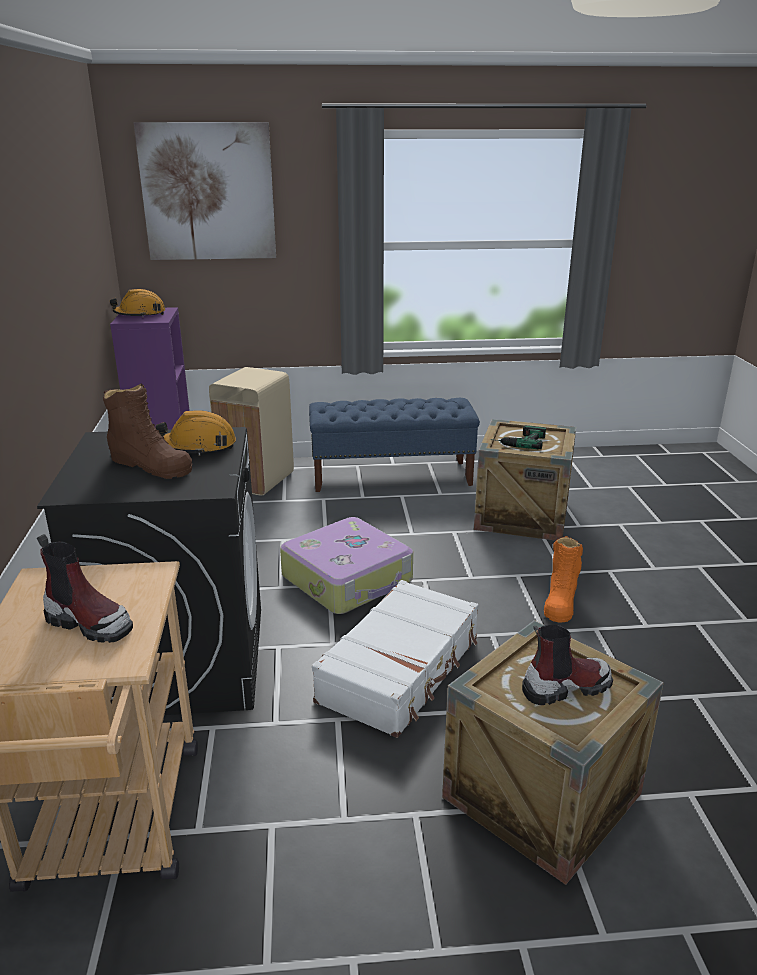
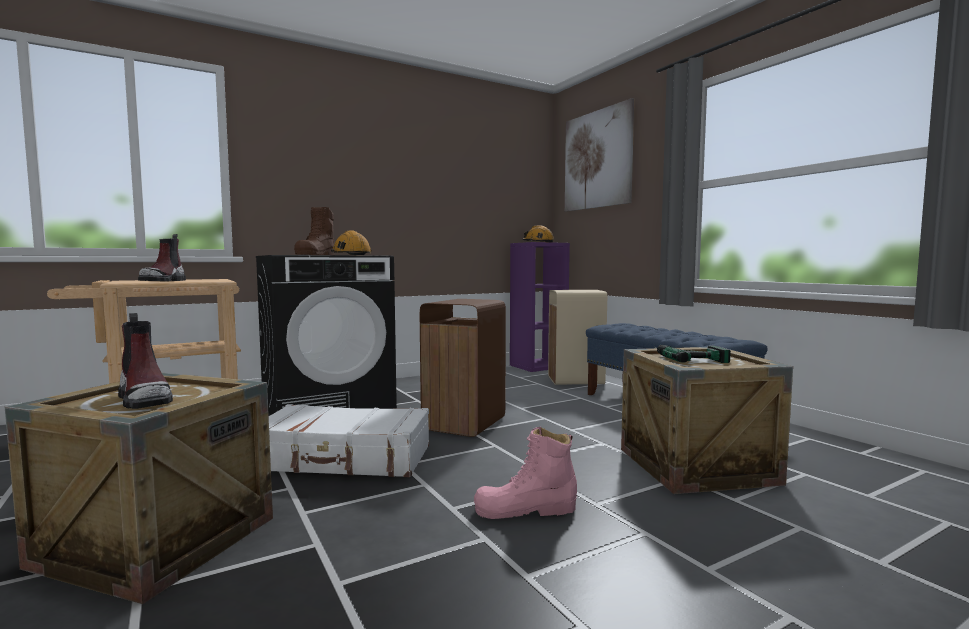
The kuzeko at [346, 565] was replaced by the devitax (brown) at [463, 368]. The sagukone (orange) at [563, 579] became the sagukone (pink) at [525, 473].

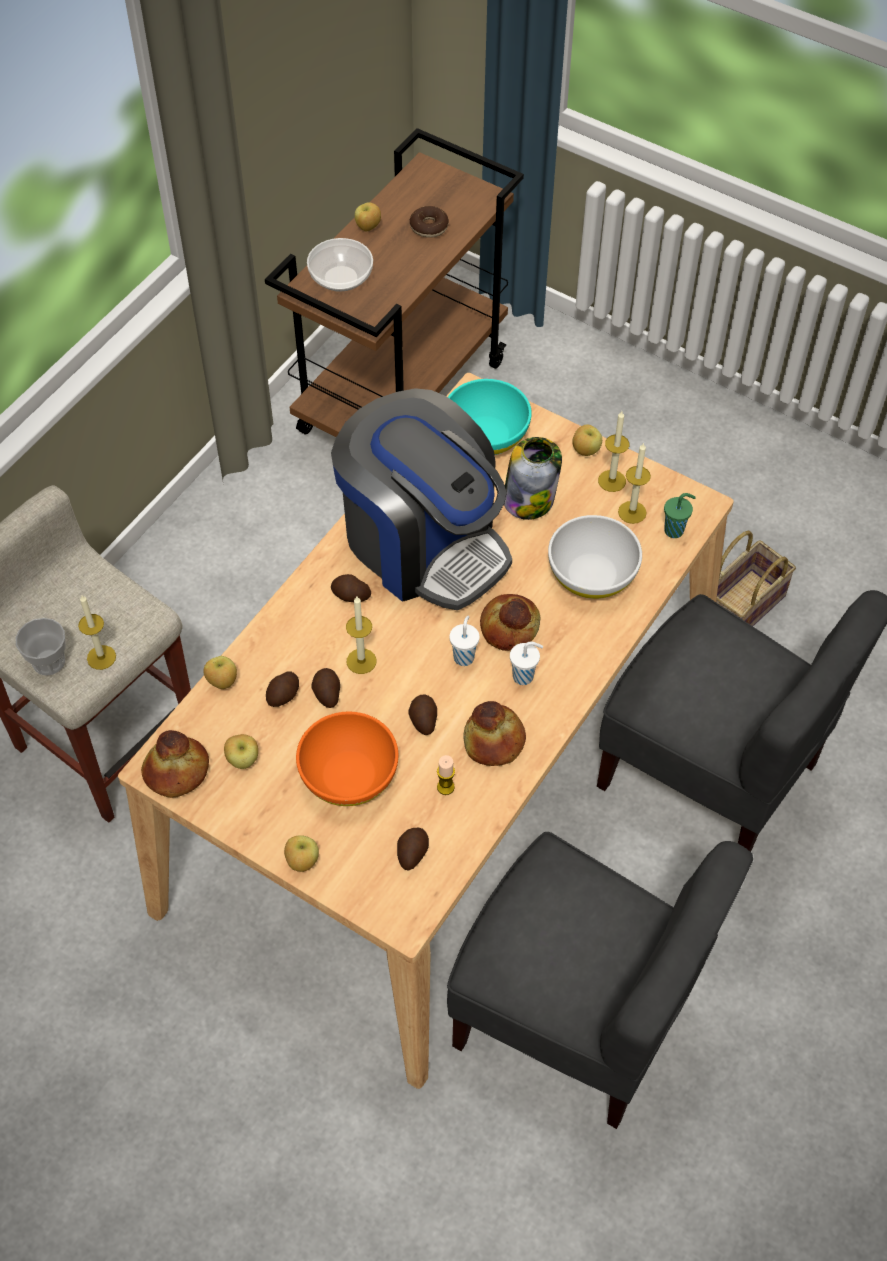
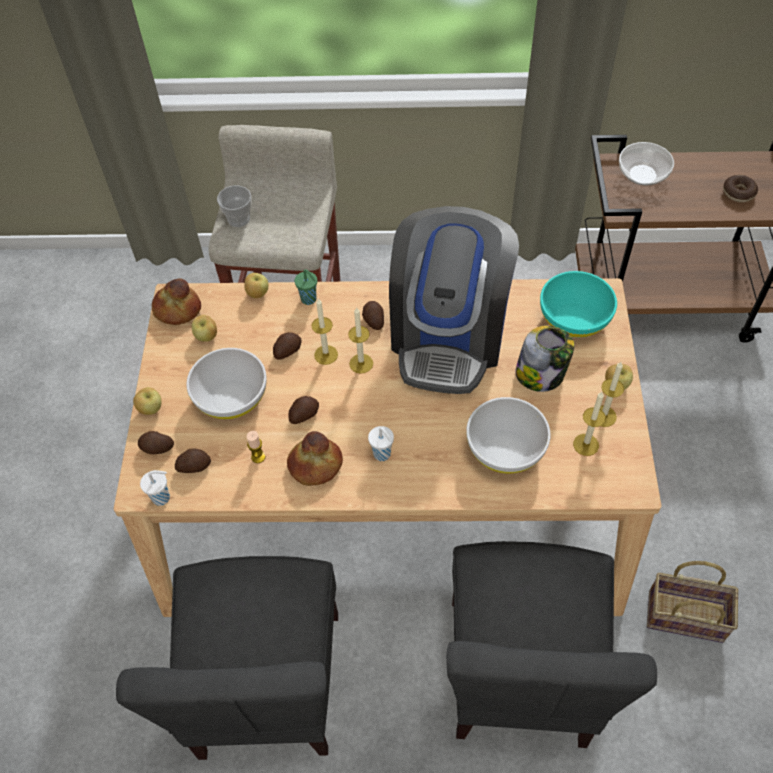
The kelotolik moved from [97, 632] to [360, 340]. The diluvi moved from [282, 689] to [156, 442]. The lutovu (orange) at [347, 759] became the lutovu (white) at [226, 383]. The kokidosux at [368, 216] disappeared. The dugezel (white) moved from [465, 640] to [155, 488]. The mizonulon at [510, 622] disappeared. The dugezel (green) moved from [680, 515] to [306, 287].

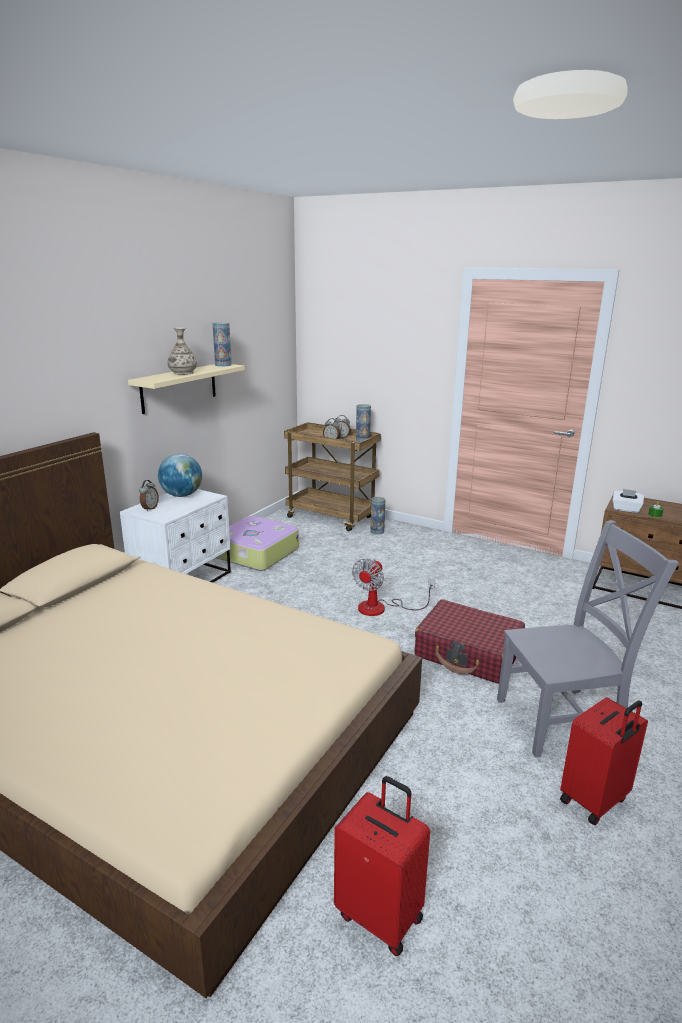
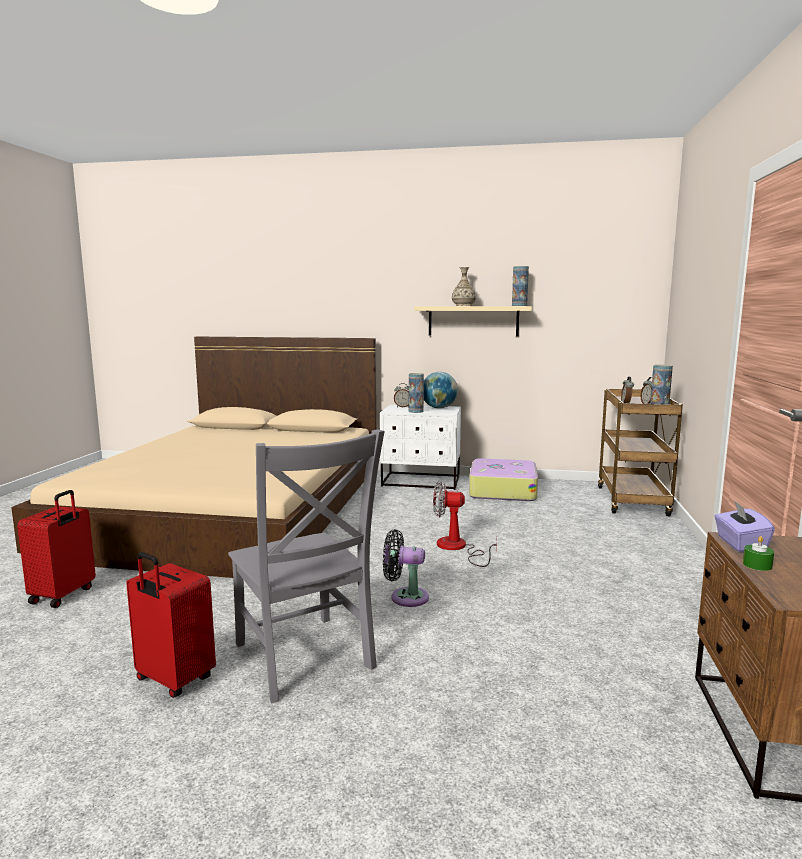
The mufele moved from [377, 516] to [416, 393]. The kuzeko (red) at [469, 641] was replaced by the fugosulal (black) at [406, 568]. The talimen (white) at [628, 501] became the talimen (purple) at [744, 526].

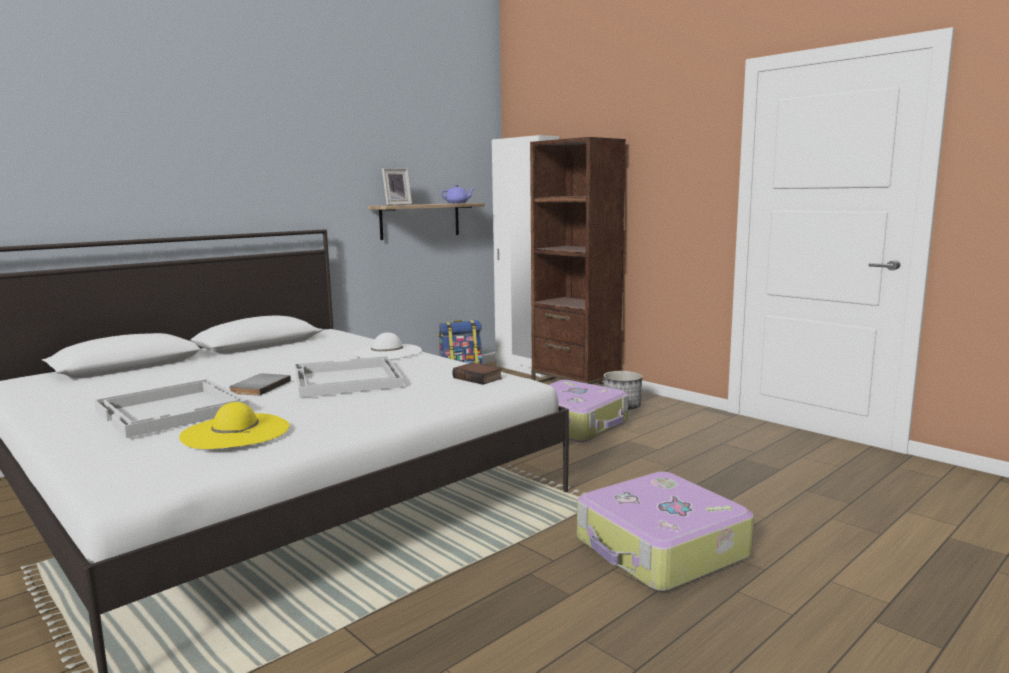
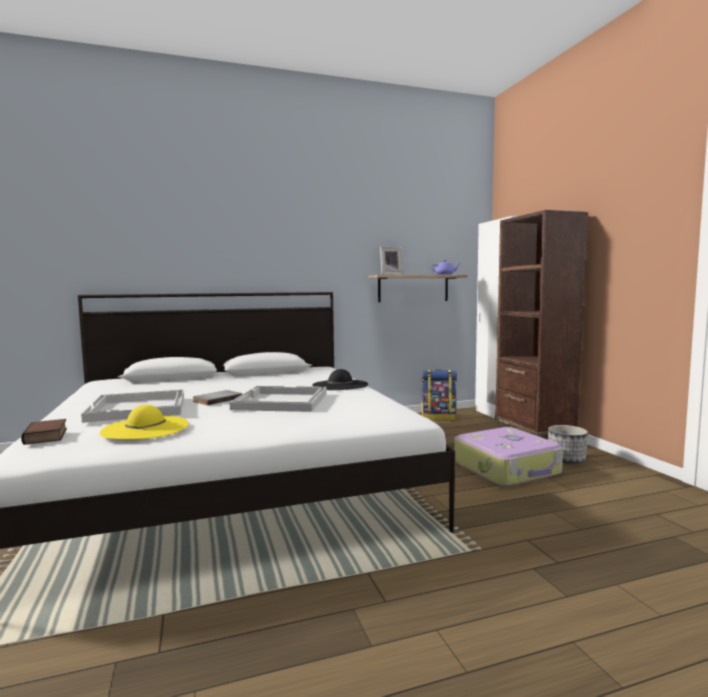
The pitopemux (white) at [387, 345] became the pitopemux (black) at [340, 379]. The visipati moved from [477, 374] to [44, 432]. The kuzeko at [665, 532] disappeared.

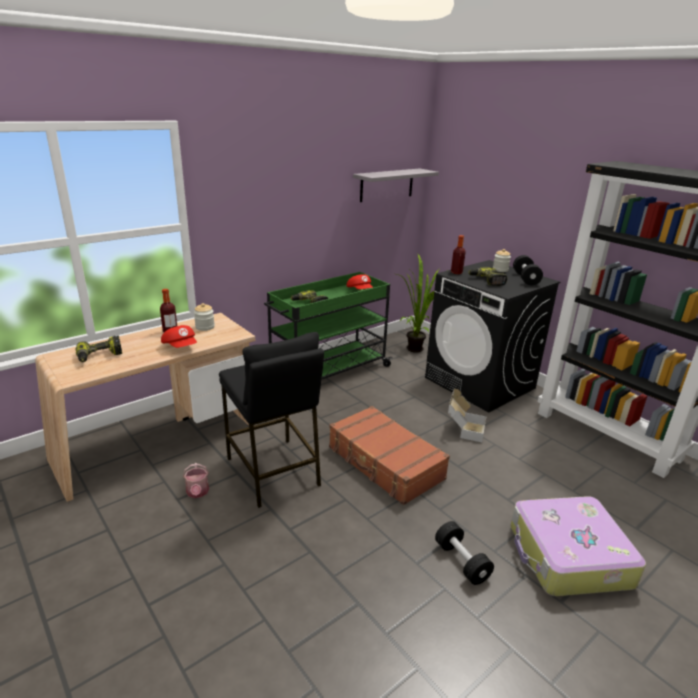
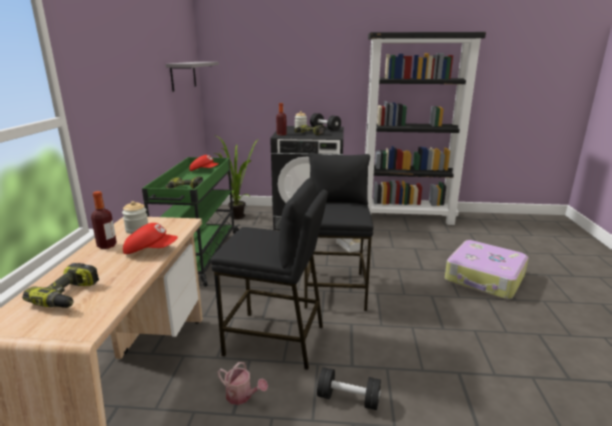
The kuzeko (brown) at [389, 455] was replaced by the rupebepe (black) at [339, 231]. The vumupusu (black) moved from [464, 553] to [349, 388].

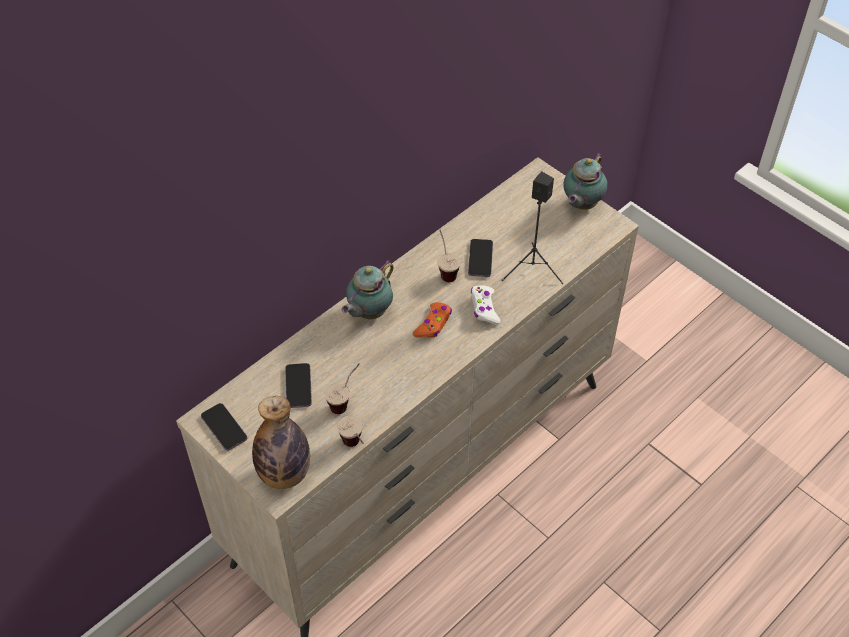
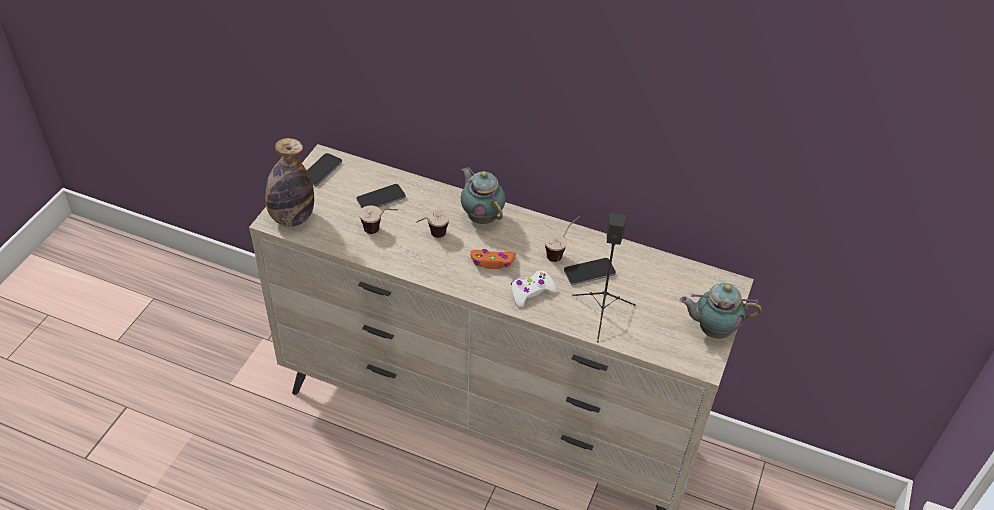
The dugezel moved from [350, 431] to [433, 223]. The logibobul at [368, 289] turned 45 degrees clockwise.

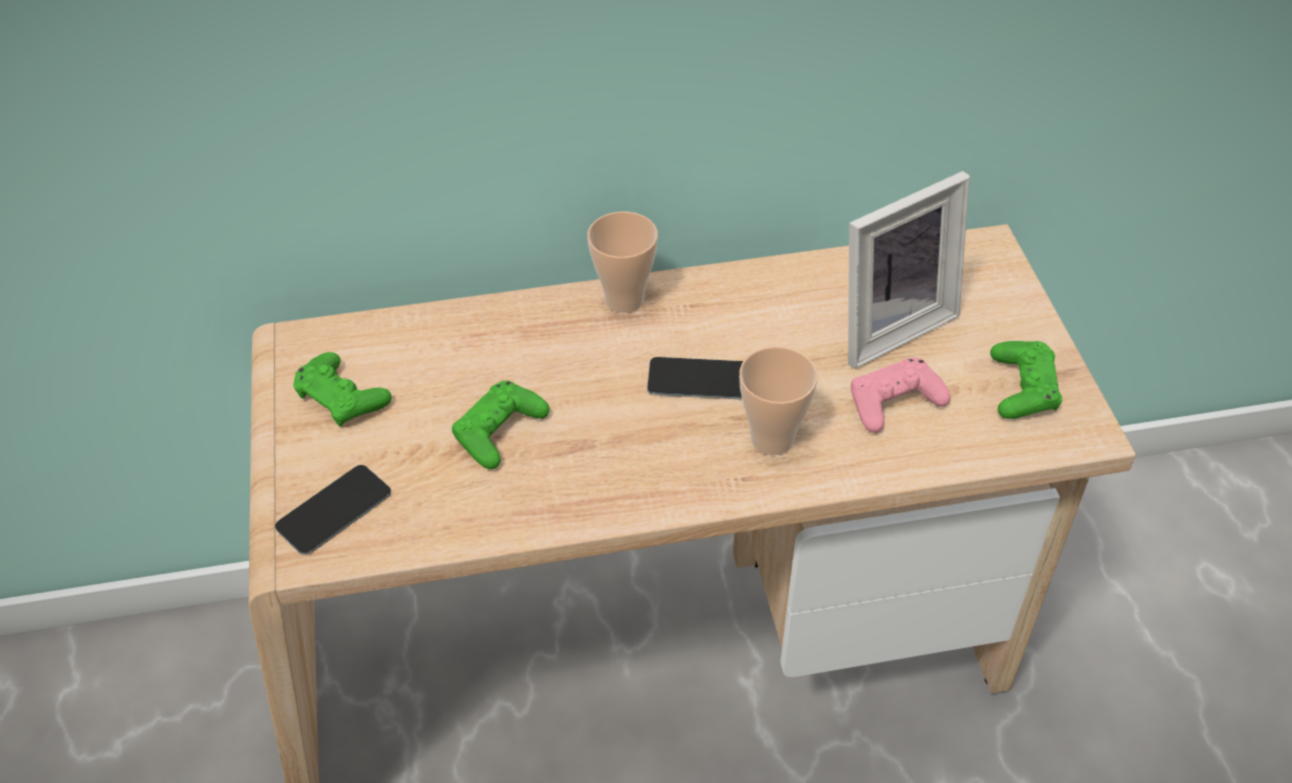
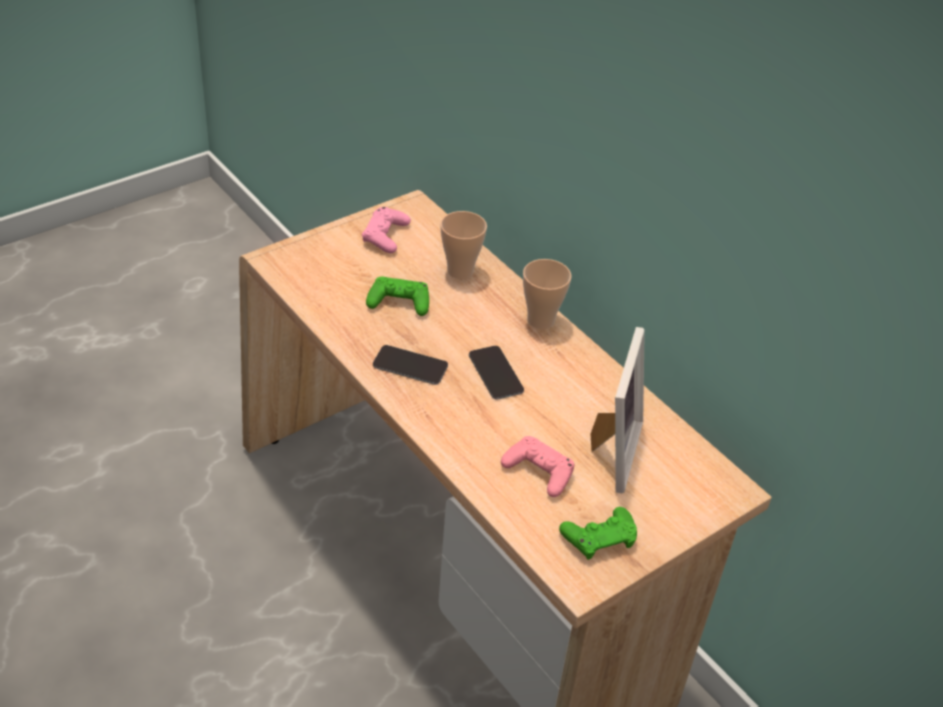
The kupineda moved from [333, 510] to [410, 365]. The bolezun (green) at [342, 389] became the bolezun (pink) at [386, 230]. The dugezel moved from [778, 401] to [463, 245]. The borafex at [909, 270] turned 105 degrees counterclockwise.

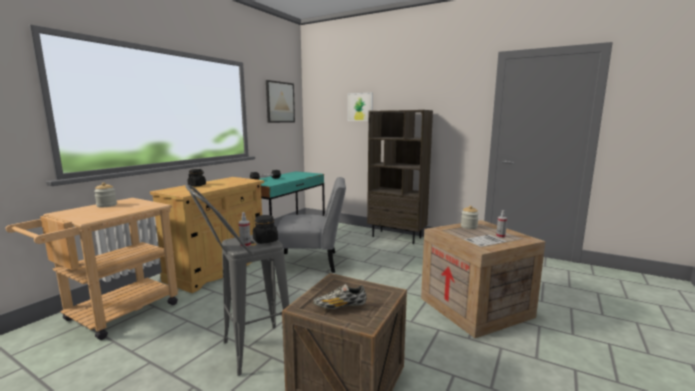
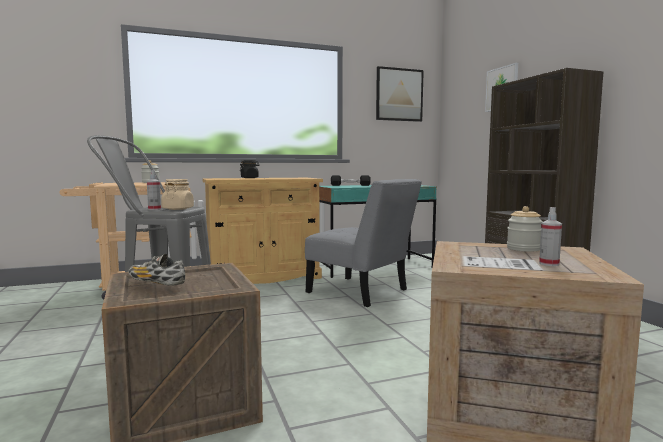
The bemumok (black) at [265, 229] became the bemumok (beige) at [177, 194].

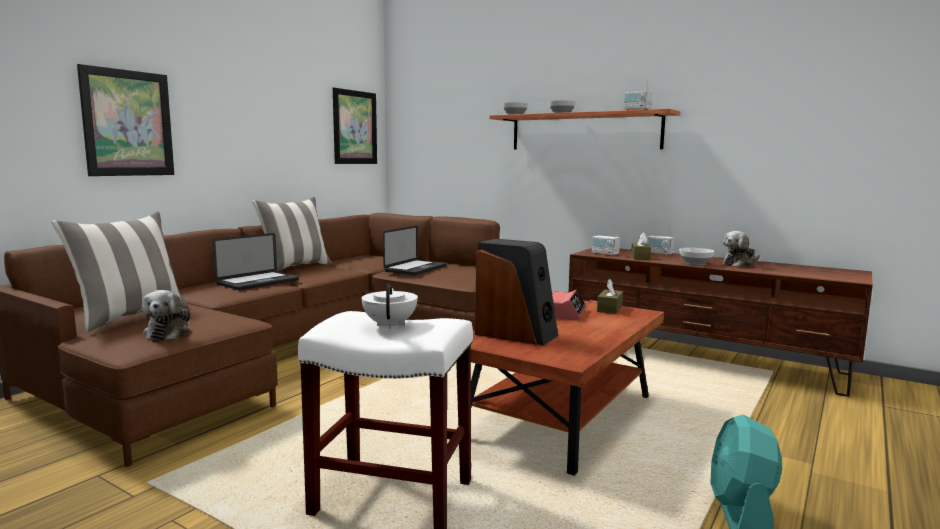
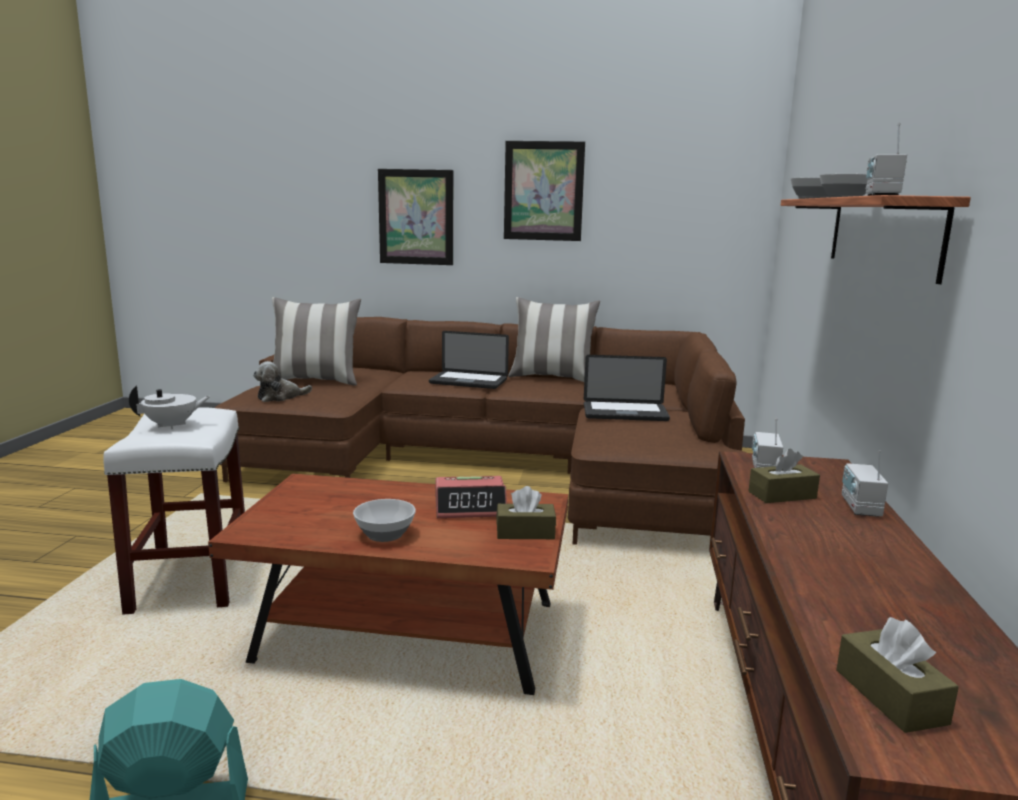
The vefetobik moved from [355, 126] to [544, 191]. The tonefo at [516, 292] disappeared. The lutovu moved from [696, 256] to [384, 520]. The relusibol at [741, 249] disappeared. The talimen (brown) at [897, 675] appeared.

